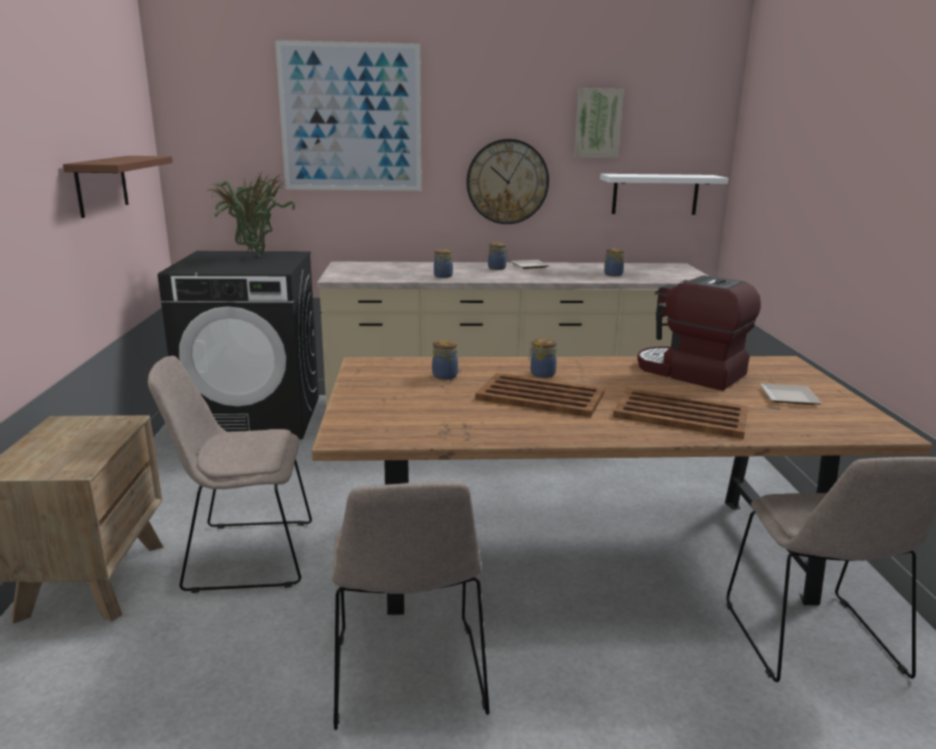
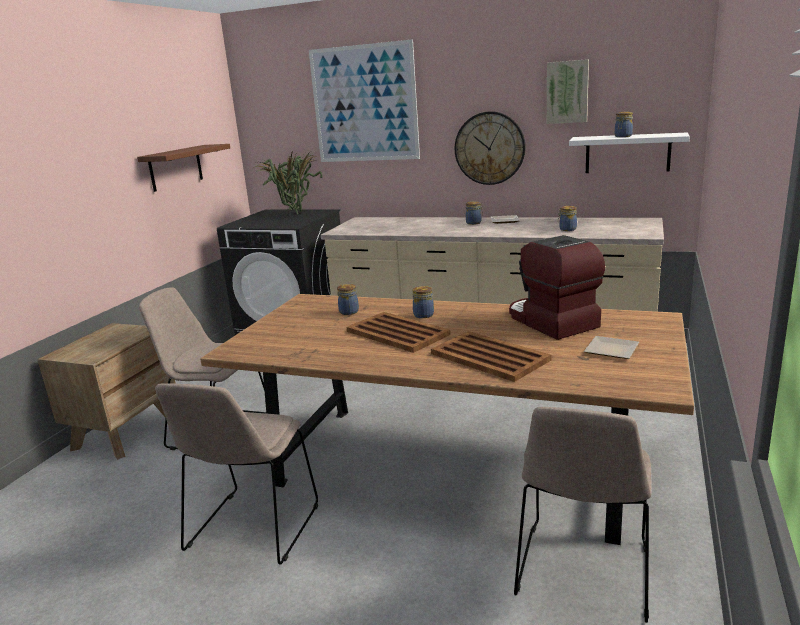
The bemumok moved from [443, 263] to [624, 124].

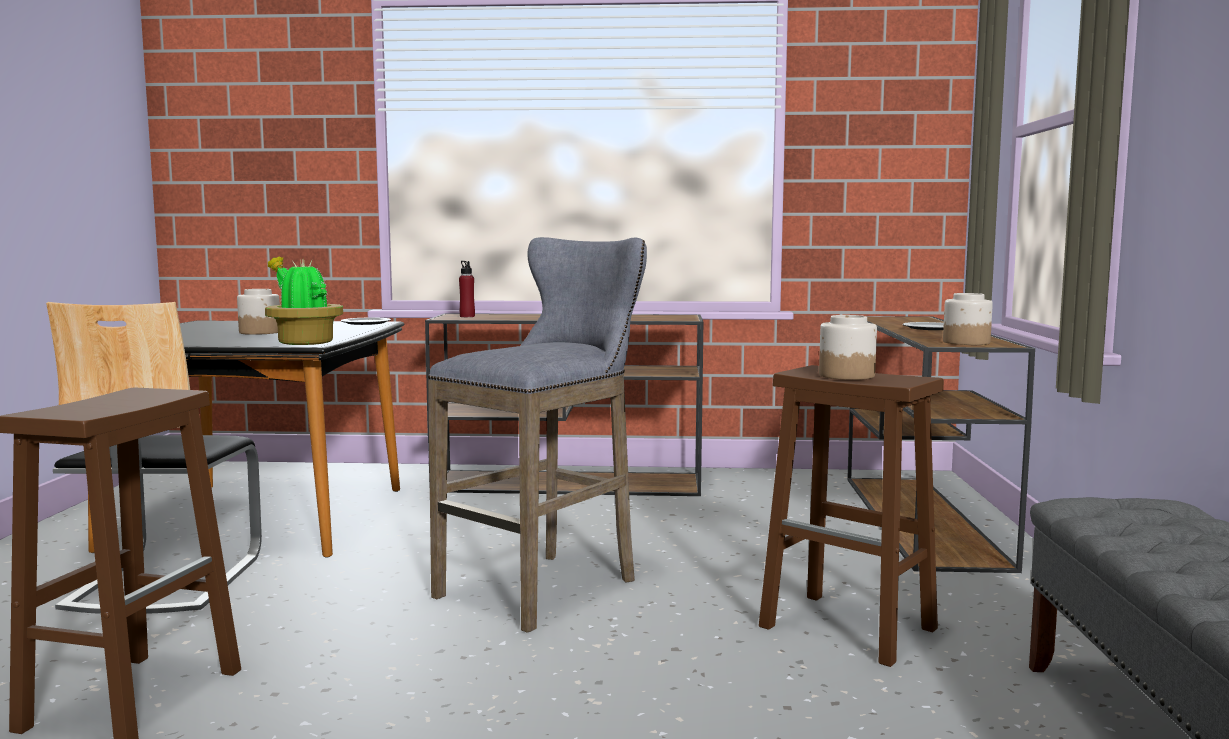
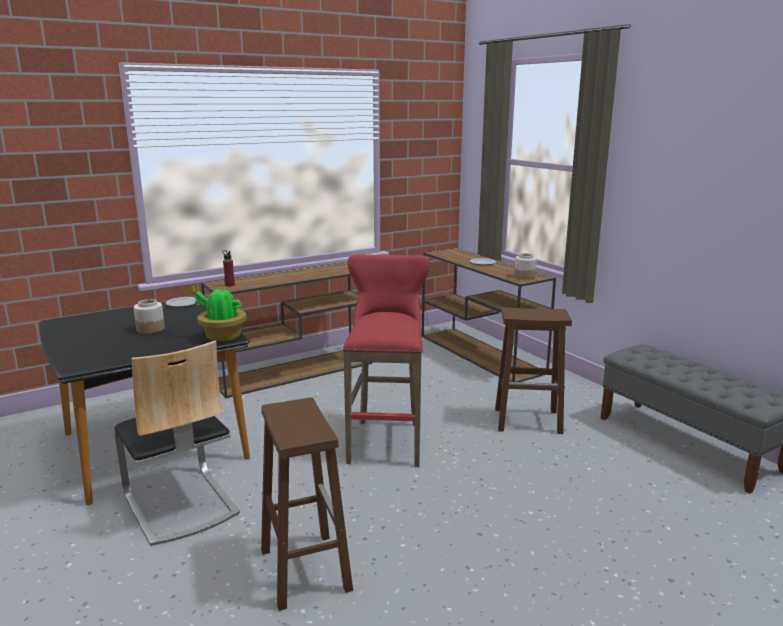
The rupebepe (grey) at [537, 435] became the rupebepe (red) at [386, 360]. The bemumok at [848, 347] disappeared.

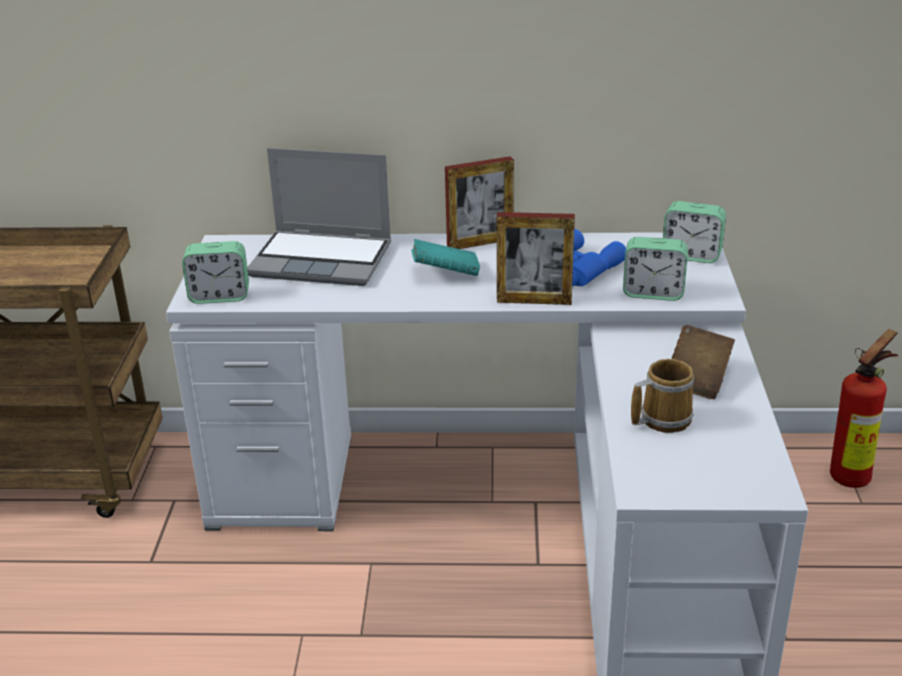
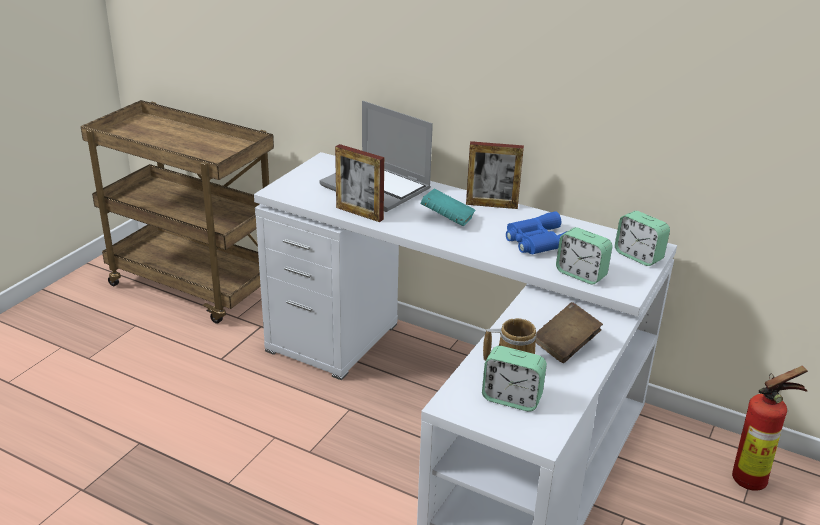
The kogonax moved from [215, 272] to [514, 379]. The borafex moved from [536, 258] to [359, 183].

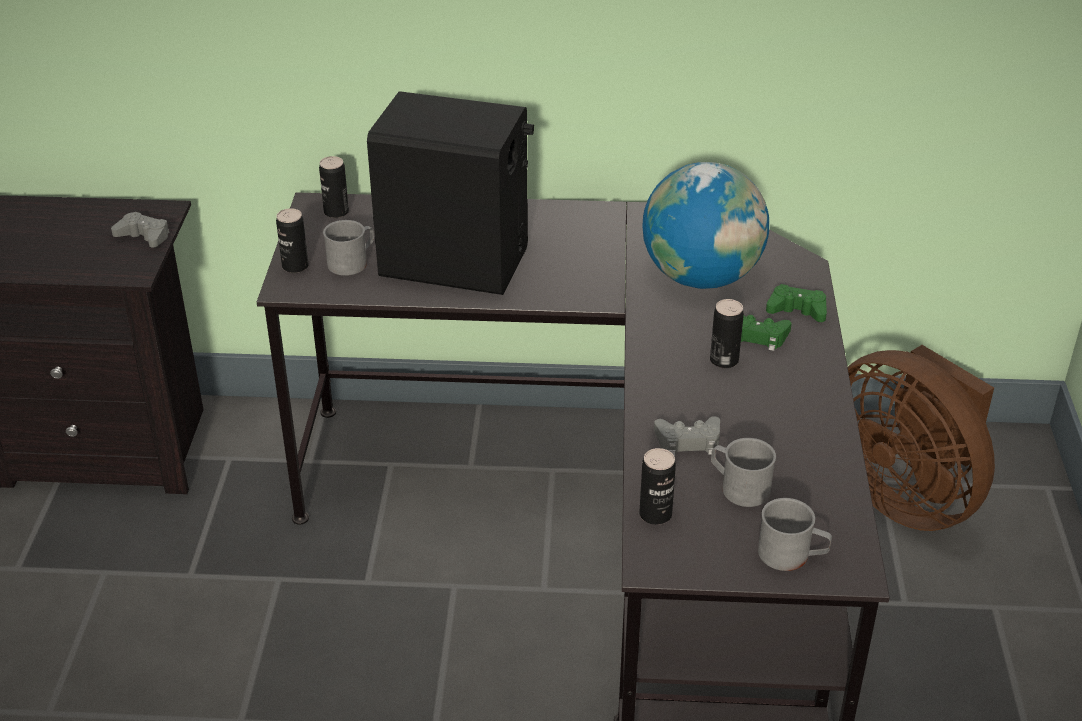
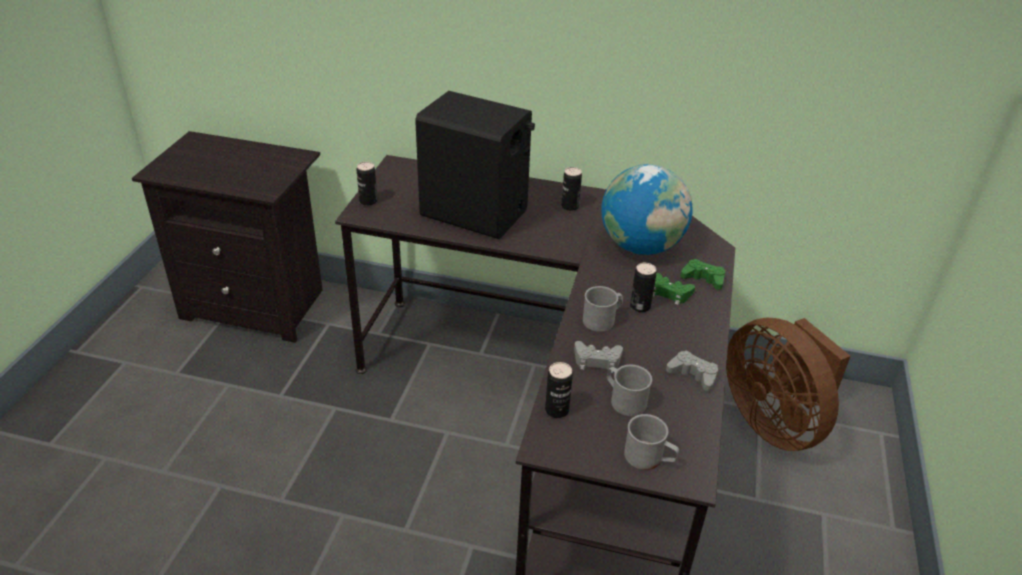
The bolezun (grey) moved from [140, 229] to [692, 371]. The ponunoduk moved from [334, 187] to [571, 189]. The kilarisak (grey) moved from [348, 248] to [603, 309].

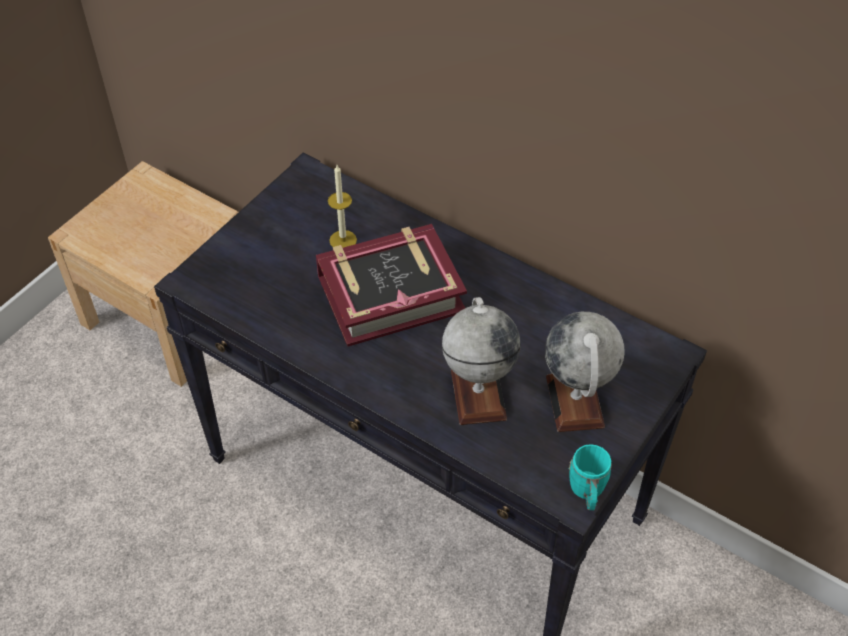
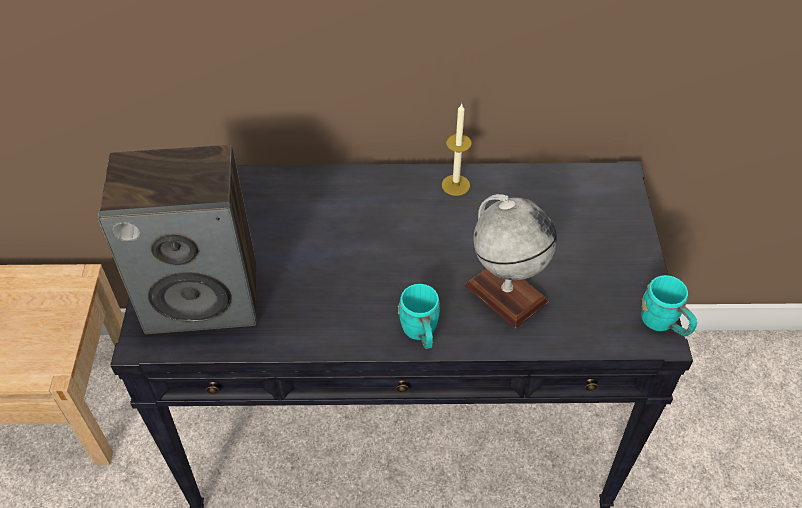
The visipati at [391, 285] disappeared. The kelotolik moved from [342, 206] to [457, 149]. The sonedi at [585, 372] disappeared. The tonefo at [177, 239] appeared. The kilarisak (turquoise) at [419, 316] appeared.

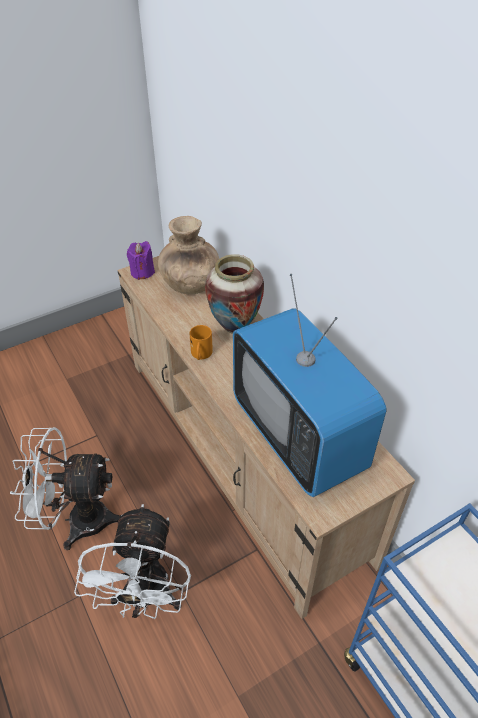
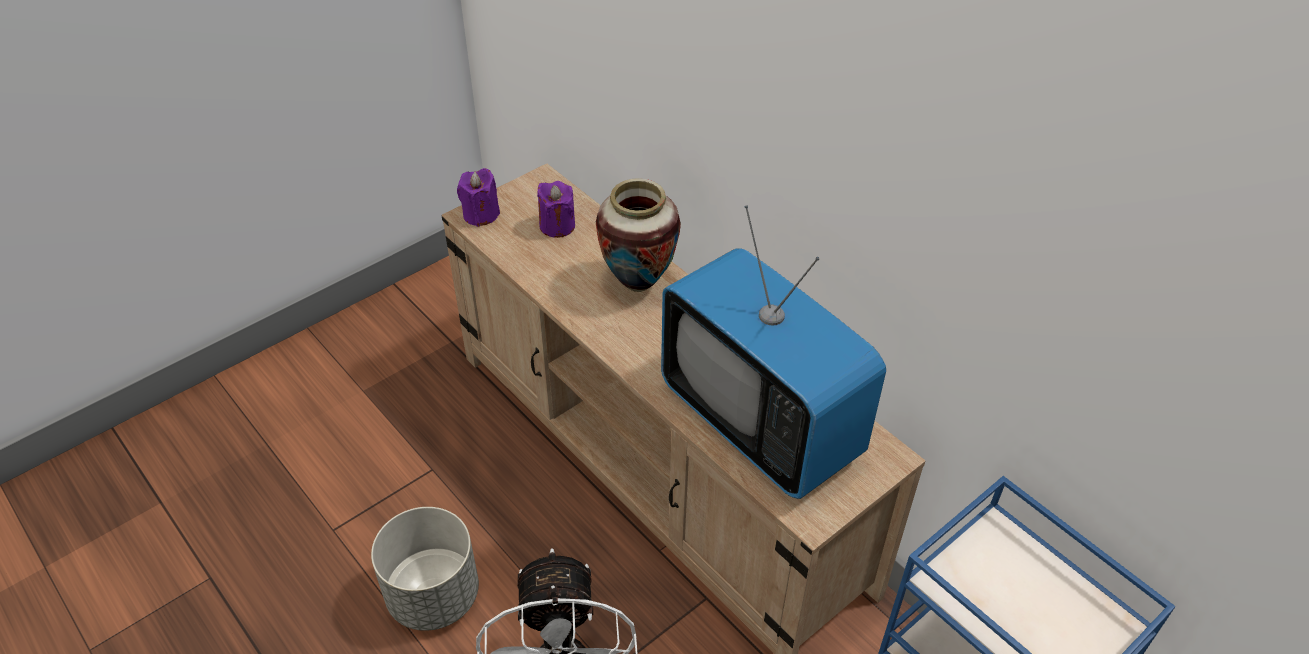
The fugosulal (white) at [66, 488] was replaced by the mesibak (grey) at [425, 569]. The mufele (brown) at [188, 255] was replaced by the kelotolik (purple) at [556, 209]. The kilarisak (orange) at [201, 342] disappeared.

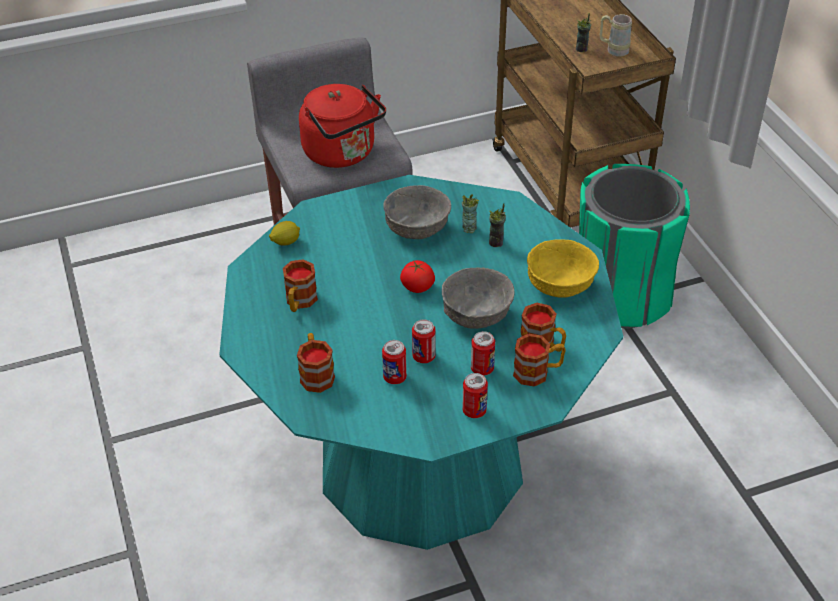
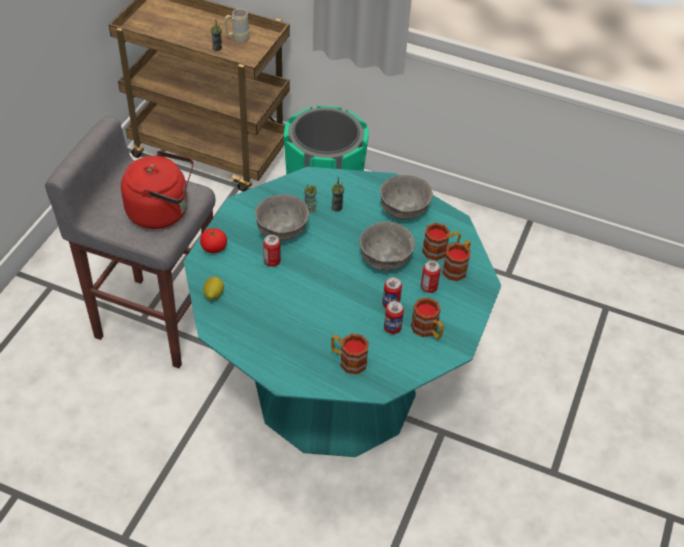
The kilarisak moved from [300, 285] to [427, 318]. The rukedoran moved from [417, 276] to [213, 240]. The ponunoduk moved from [475, 395] to [272, 251]. The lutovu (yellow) at [563, 268] became the lutovu (grey) at [406, 197].

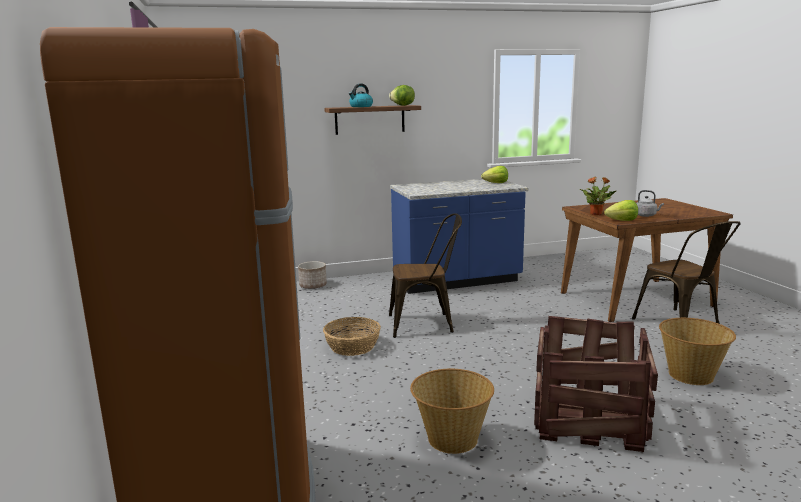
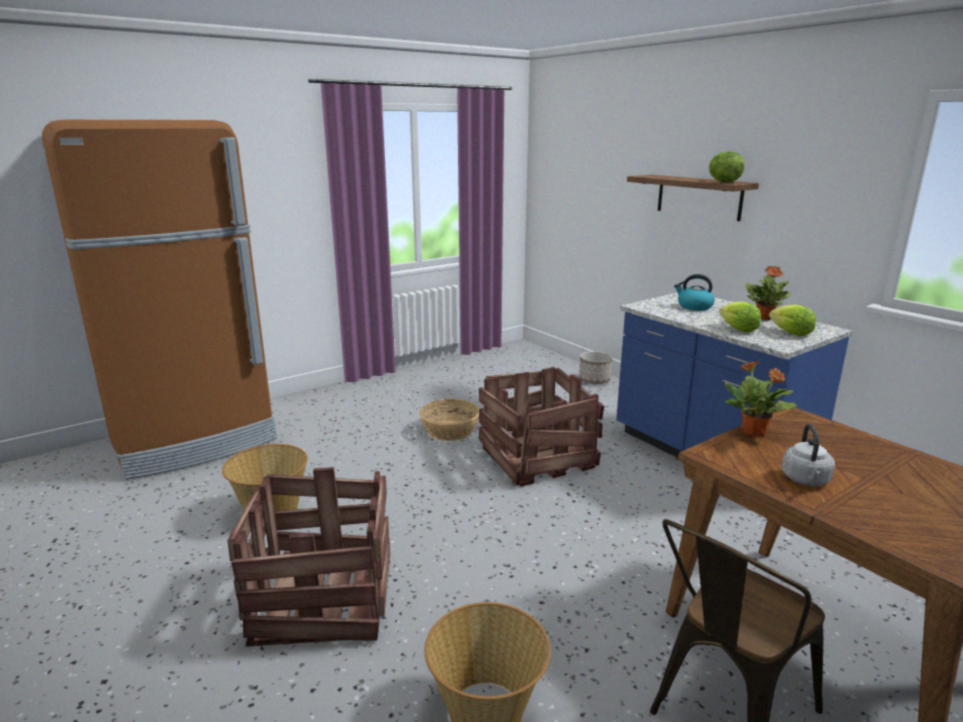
The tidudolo moved from [361, 95] to [694, 292]. The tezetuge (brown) at [425, 275] was replaced by the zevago at [541, 427]. The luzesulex moved from [621, 210] to [740, 317]. The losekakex at [768, 293] appeared.

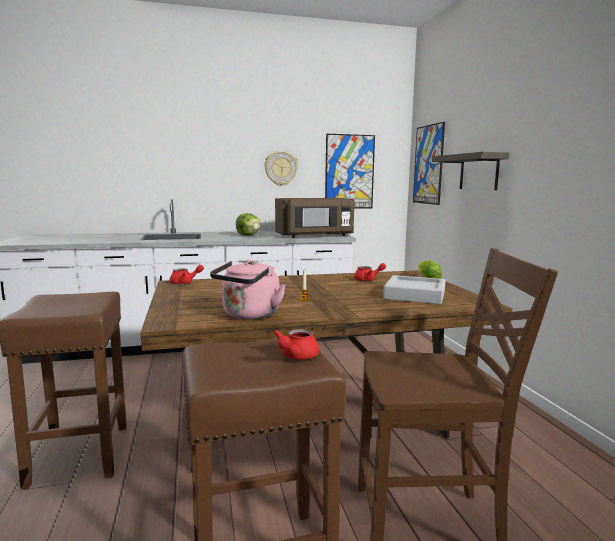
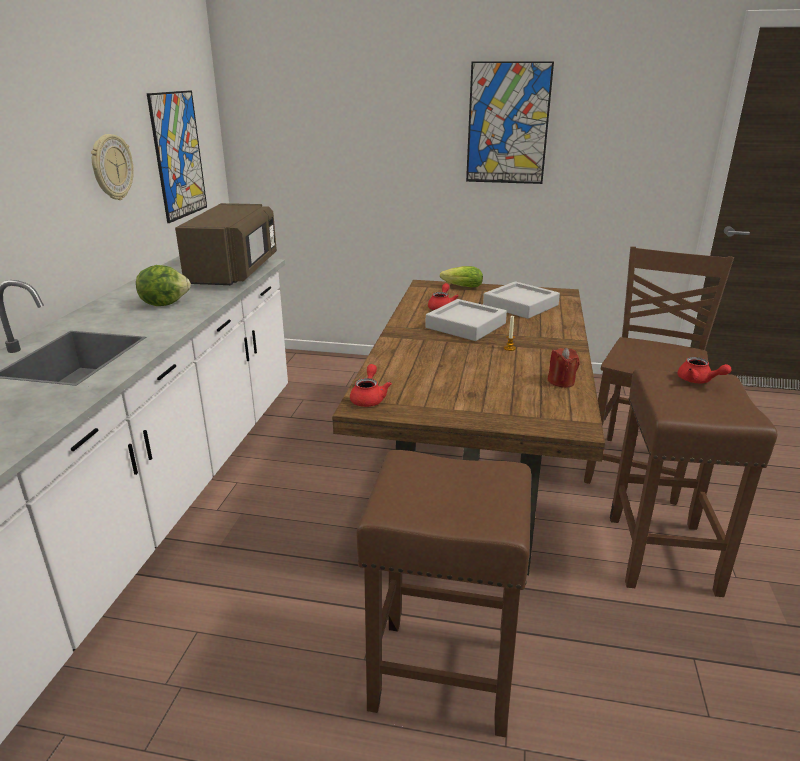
The tidudolo (pink) at [248, 290] was replaced by the kelotolik (red) at [563, 368]. The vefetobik moved from [429, 163] to [510, 122]. The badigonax at [470, 171] disappeared. The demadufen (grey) at [466, 320] appeared.

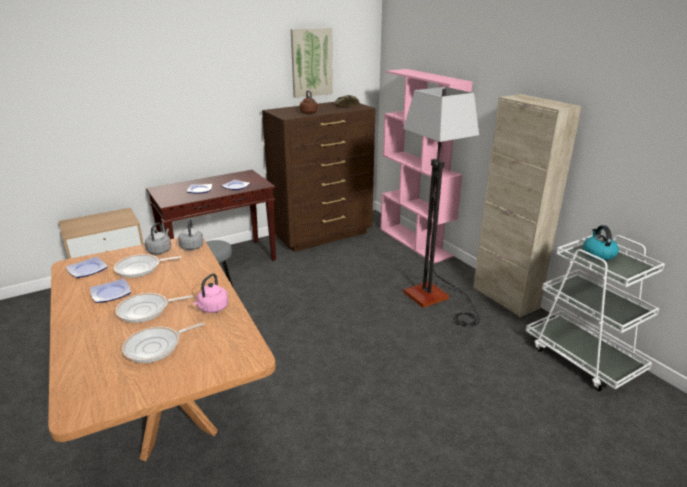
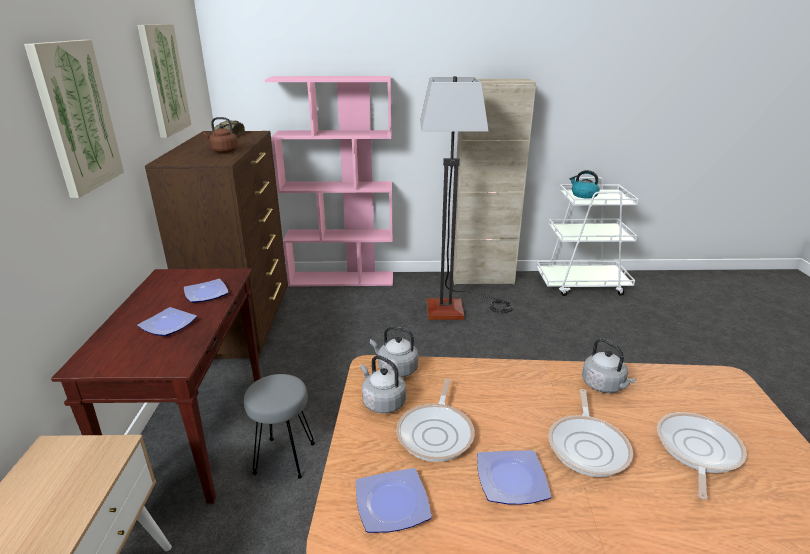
The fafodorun at [163, 342] turned 150 degrees counterclockwise. The tidudolo (pink) at [210, 293] became the tidudolo (grey) at [609, 365]. The vefetobik at [74, 119] appeared.

